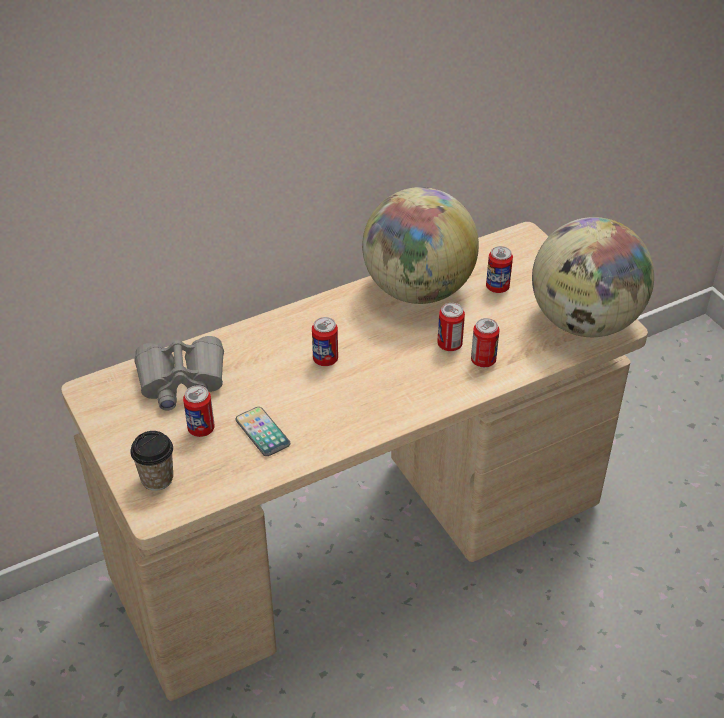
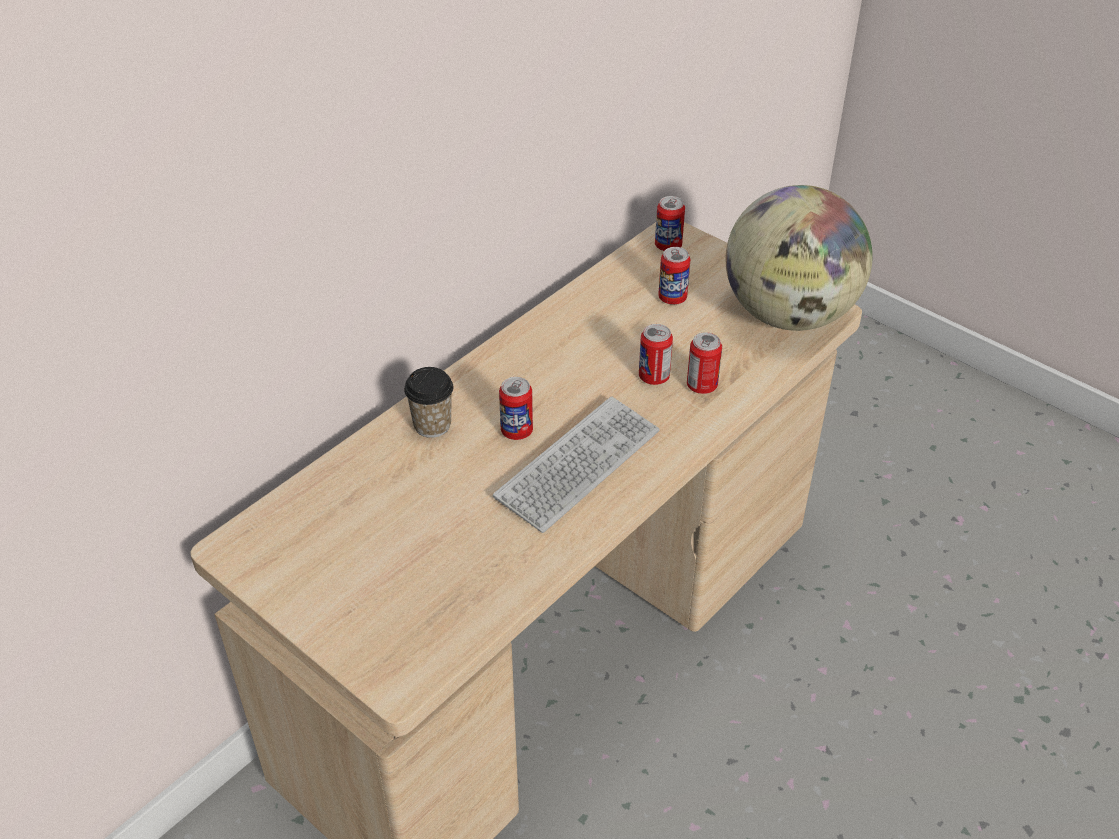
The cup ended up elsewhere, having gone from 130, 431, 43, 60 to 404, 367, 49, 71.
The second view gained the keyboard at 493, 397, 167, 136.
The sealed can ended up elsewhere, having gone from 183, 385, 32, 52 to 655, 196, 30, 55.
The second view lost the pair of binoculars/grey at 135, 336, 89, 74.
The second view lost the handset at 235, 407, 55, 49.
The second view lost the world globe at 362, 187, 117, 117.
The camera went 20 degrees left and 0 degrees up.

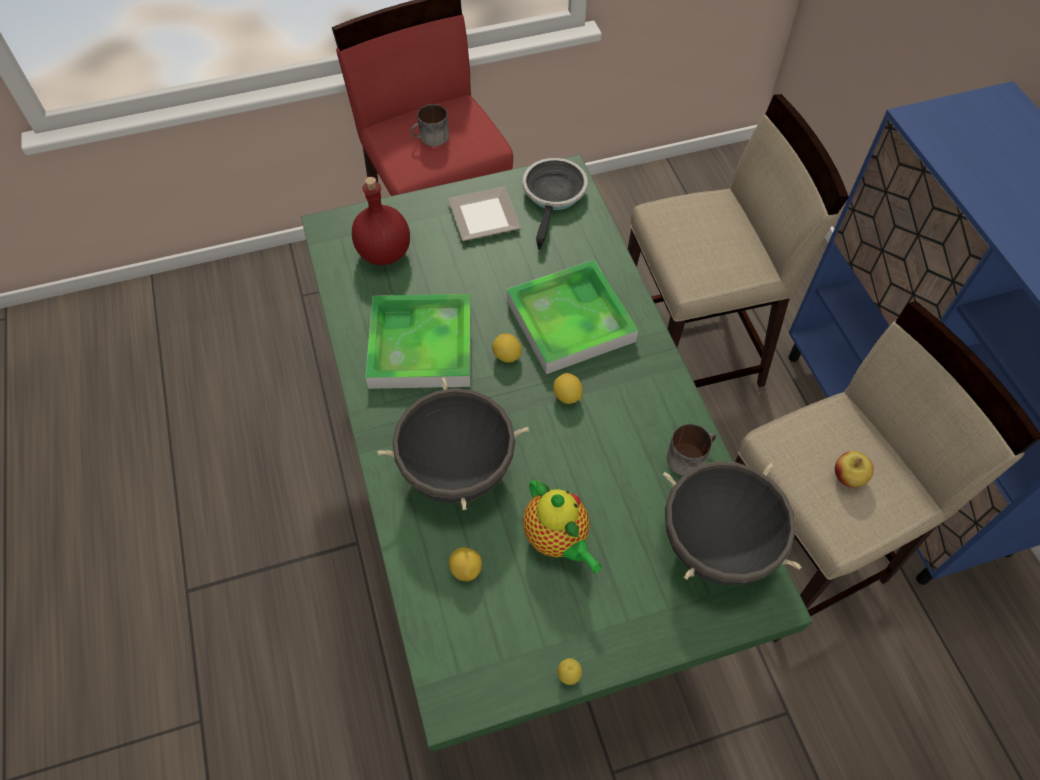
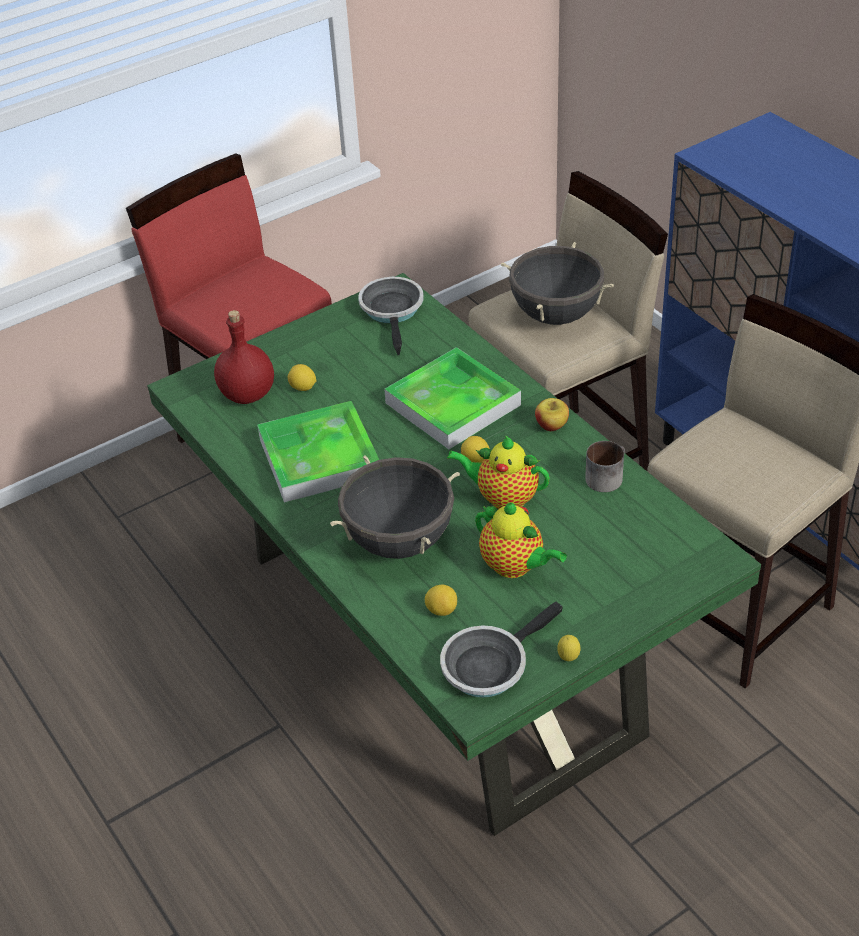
The citrus fruit ended up elsewhere, having gone from 492, 333, 30, 30 to 288, 364, 28, 27.
The second view gained the skillet at 440, 602, 123, 96.
The second view gained the pot for tea at 447, 435, 103, 74.
The stockpot/black-coloured ended up elsewhere, having gone from 663, 461, 138, 125 to 501, 242, 113, 83.
The apple ended up elsewhere, having gone from 835, 451, 39, 37 to 535, 398, 34, 33.
The second view lost the mug at 410, 104, 39, 42.
The second view lost the plate at 448, 187, 73, 54.
The camera went 15 degrees left and 15 degrees down.

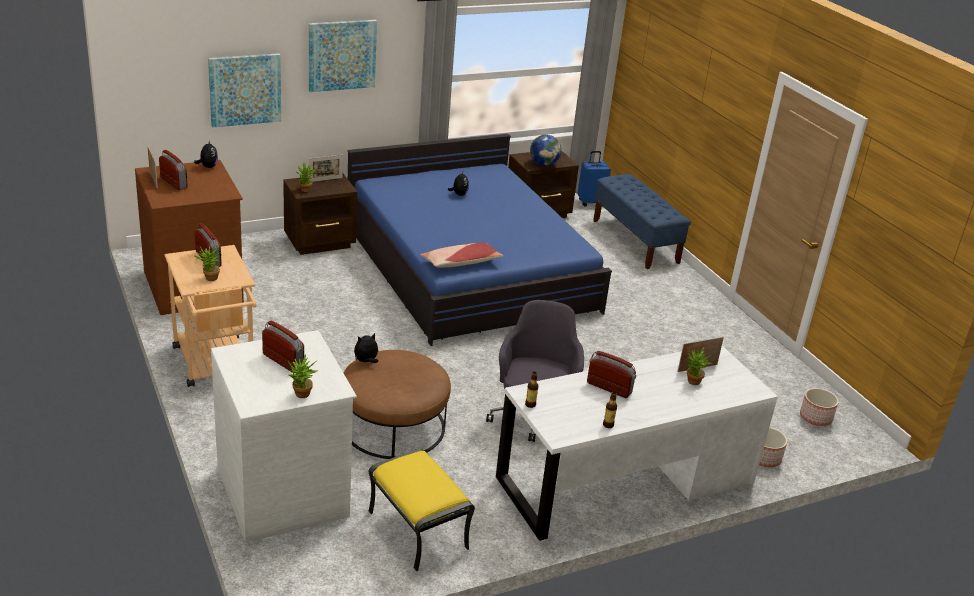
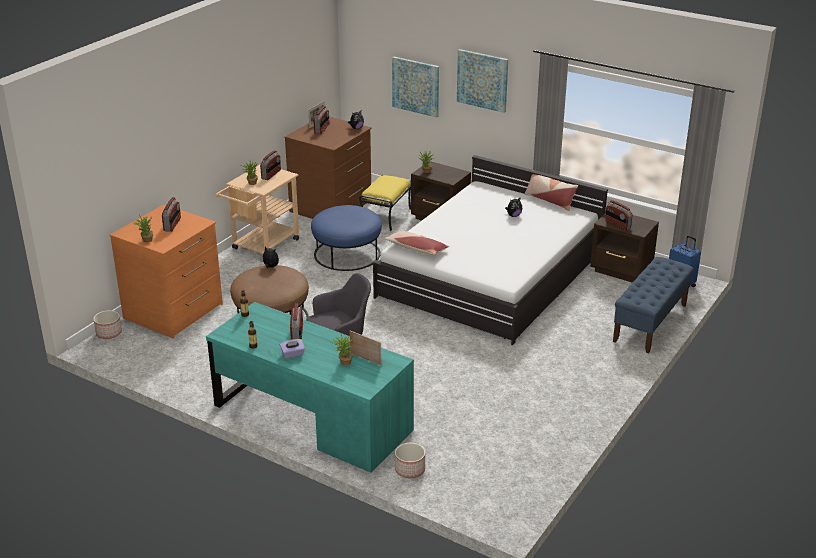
The planter ended up elsewhere, having gone from 800, 388, 39, 38 to 93, 310, 29, 29.
What was the dresser/whitish at 211, 330, 146, 212 turned into the dresser/orange at 110, 204, 113, 135.
What was the desk unit/whitish at 496, 346, 282, 195 turned into the desk unit/turquoise-coloured at 206, 302, 208, 171.
The second view gained the tissue holder/purple-coloured at 280, 339, 25, 20.
The second view gained the ottoman/blue at 311, 205, 71, 66.
The ottoman/yellowish ended up elsewhere, having gone from 369, 449, 106, 122 to 359, 175, 52, 56.
What was the sleeping bed/blue at 347, 134, 265, 212 turned into the sleeping bed/whitish at 372, 155, 236, 191.
The second view gained the cushion at 525, 170, 53, 41.
Where the world globe stood at 530, 135, 31, 31, the radio receiver came to stand at 605, 200, 28, 31.
The second view lost the standing frame at 309, 155, 34, 27.
The camera went 60 degrees right and 0 degrees up.

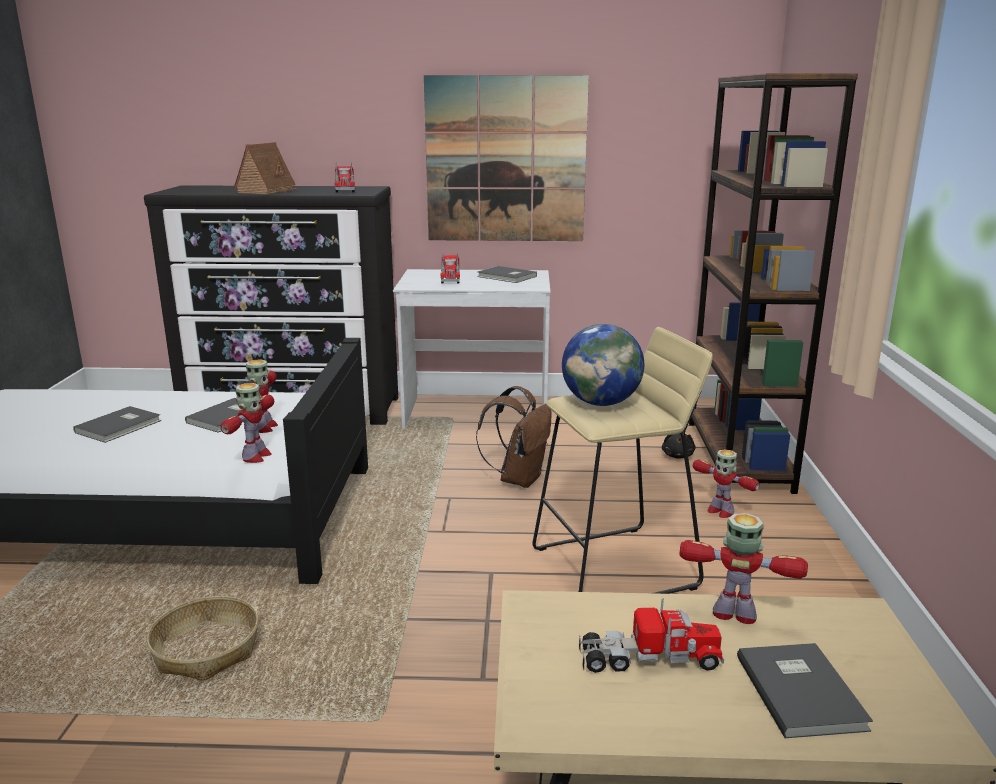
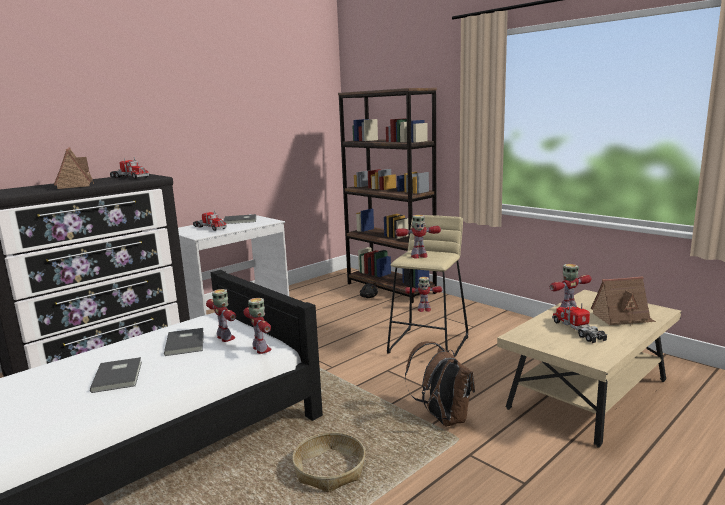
Where the world globe stood at 562, 324, 82, 82, the robot figure came to stand at 395, 215, 46, 44.
The rucksack/brown-coloured ended up elsewhere, having gone from 476, 386, 76, 102 to 405, 341, 70, 85.
The toy truck at 579, 598, 145, 75 ended up facing another way, 60 degrees counterclockwise from before.
Where the bound book/grey stood at 737, 643, 136, 95, the miniature house came to stand at 591, 277, 65, 49.
The second view lost the picture at 424, 75, 165, 166.
The camera went 45 degrees left and 5 degrees down.

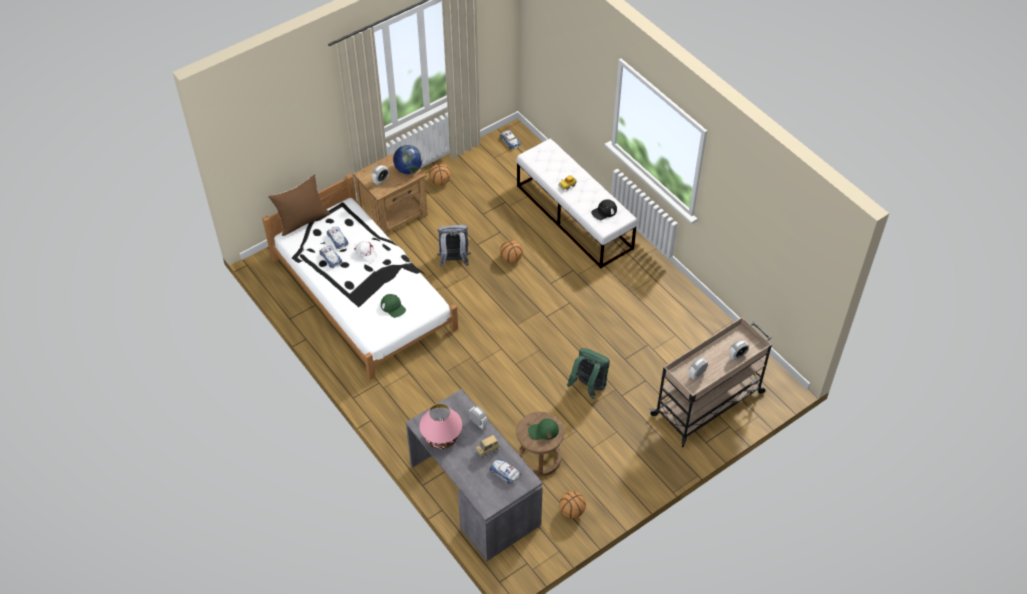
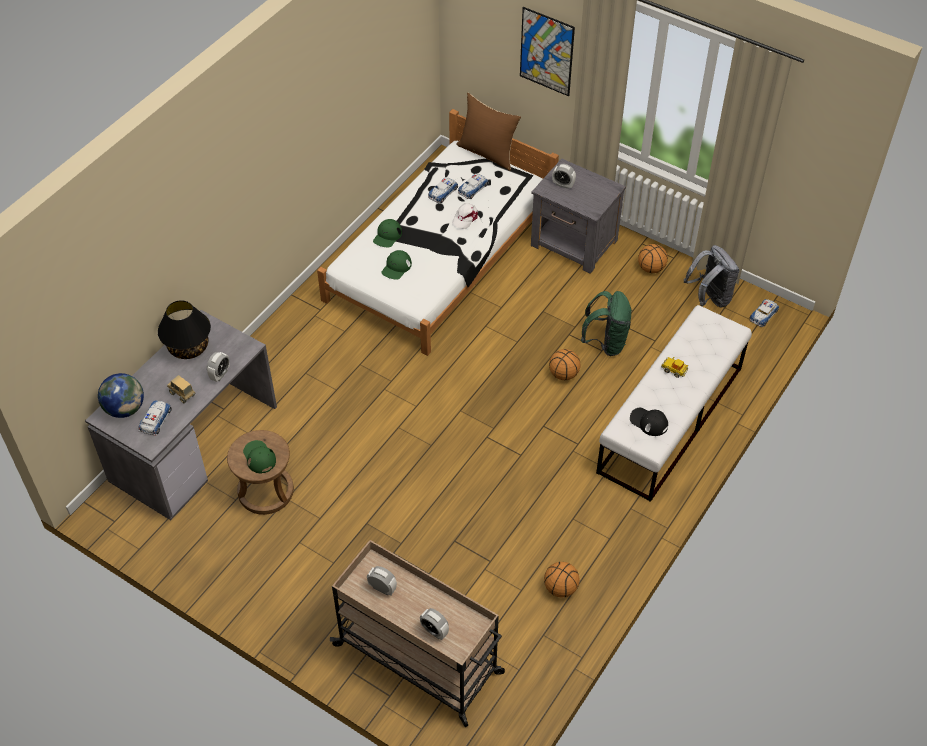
The world globe ended up elsewhere, having gone from 393, 145, 29, 29 to 98, 373, 46, 45.
What was the tabletop lamp/pink at 419, 403, 43, 46 turned into the tabletop lamp/black-coloured at 158, 300, 53, 59.
The second view gained the peaked cap/greenish at 373, 219, 29, 29.
The second view gained the picture at 520, 7, 55, 89.
What was the nightstand/brown-coloured at 353, 153, 75, 83 turned into the nightstand/grey at 531, 159, 95, 115.
The ball for basketball ended up elsewhere, having gone from 559, 491, 27, 27 to 544, 562, 36, 35.
The rucksack/greenish ended up elsewhere, having gone from 567, 348, 43, 51 to 581, 291, 51, 65.
The rucksack/grey ended up elsewhere, having gone from 437, 225, 34, 42 to 684, 245, 56, 63.
The camera went 70 degrees right and 0 degrees up.

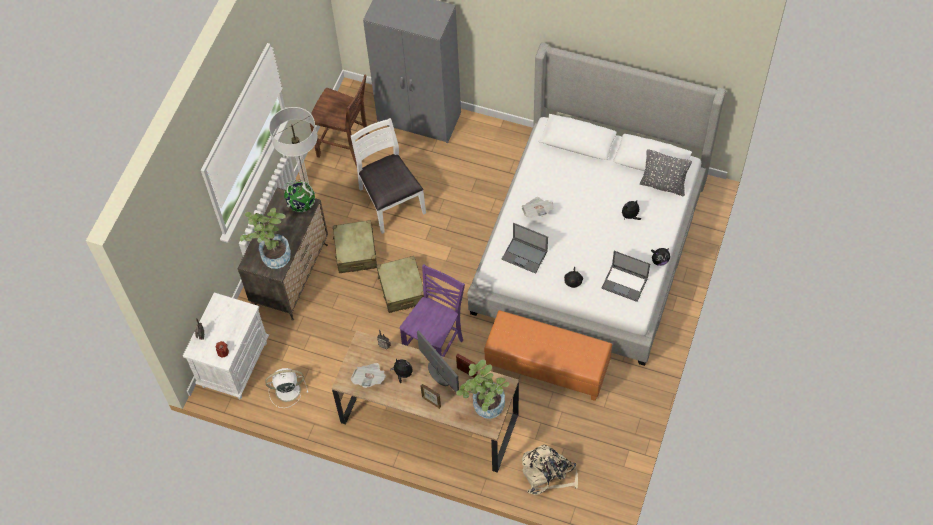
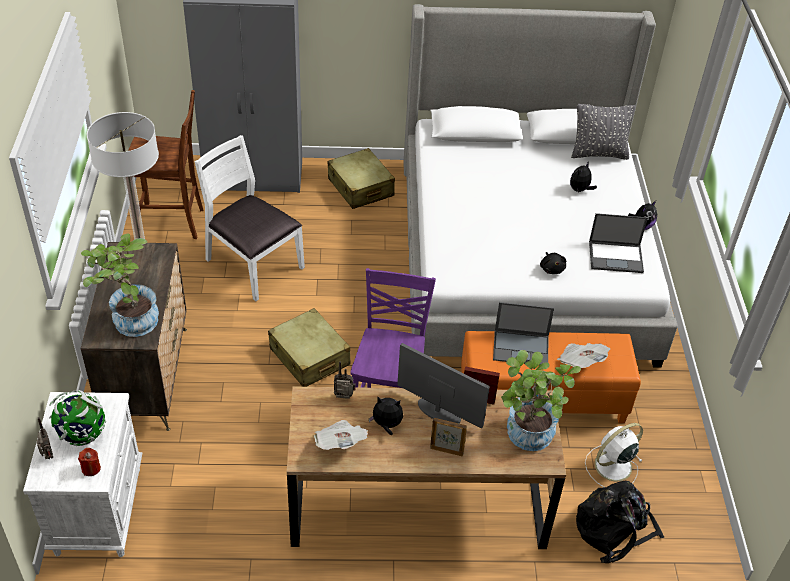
The world globe ended up elsewhere, having gone from 284, 180, 31, 32 to 49, 390, 57, 56.
The travel case/beige ended up elsewhere, having gone from 333, 220, 44, 53 to 328, 148, 67, 61.
The laptop ended up elsewhere, having gone from 501, 223, 47, 51 to 493, 302, 61, 63.
The newspaper ended up elsewhere, having gone from 522, 197, 32, 21 to 557, 343, 53, 25.
What was the rucksack/beige at 522, 444, 56, 51 turned into the rucksack/black-coloured at 576, 481, 88, 82.
The fan/whitish ended up elsewhere, having gone from 265, 368, 43, 40 to 585, 423, 58, 64.
The camera went 25 degrees left and 15 degrees down.

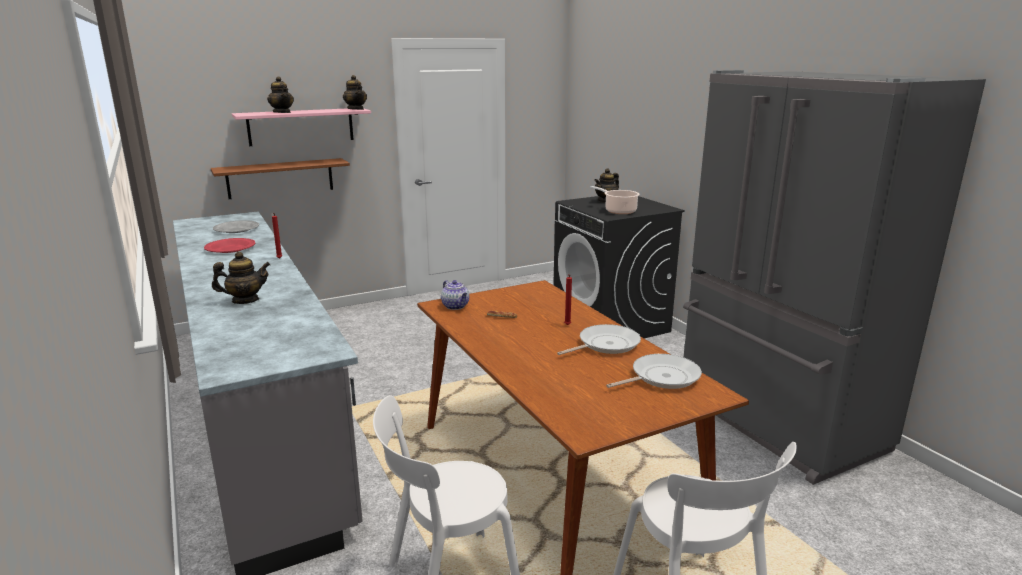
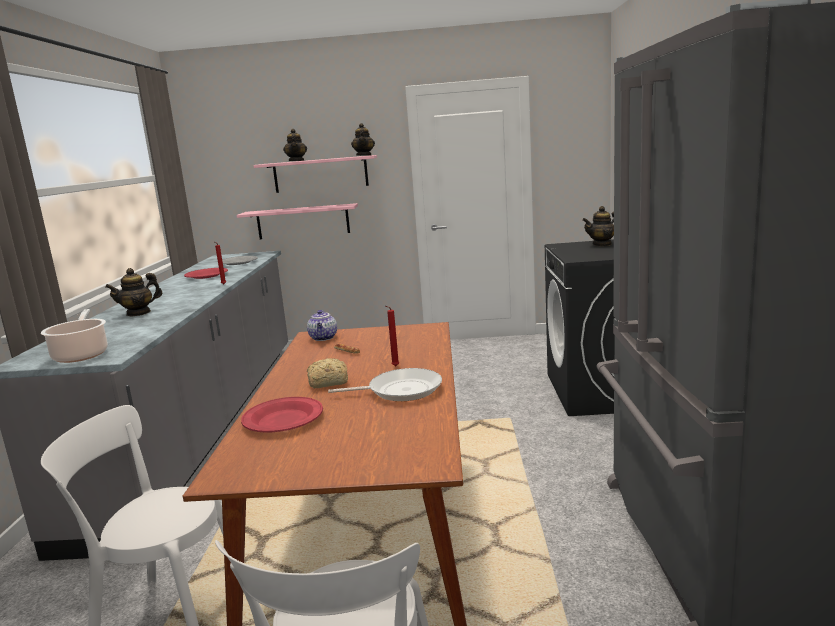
The stockpot ended up elsewhere, having gone from 590, 186, 50, 28 to 41, 309, 67, 54.
The pot for tea at 212, 251, 58, 53 ended up facing another way, 135 degrees clockwise from before.
What was the bracket shelf/brown-coloured at 211, 158, 139, 41 turned into the bracket shelf/pink at 237, 203, 121, 36.
The second view gained the plate/reddish at 241, 397, 82, 35.
The second view gained the bakery bread at 307, 358, 41, 30.
The second view lost the skillet at 606, 354, 96, 35.
The camera went 30 degrees right and 5 degrees down.

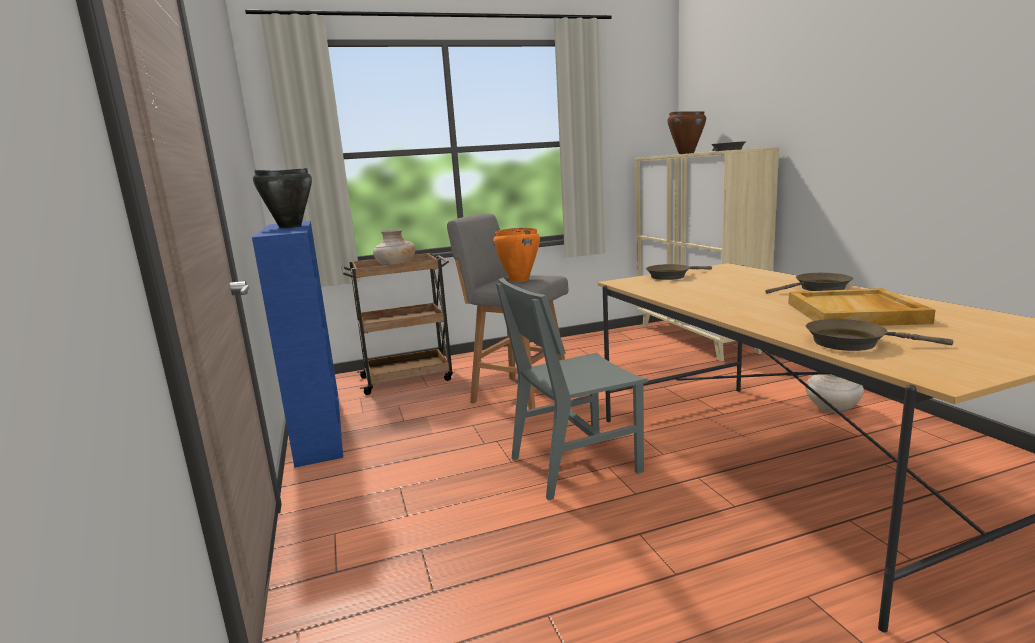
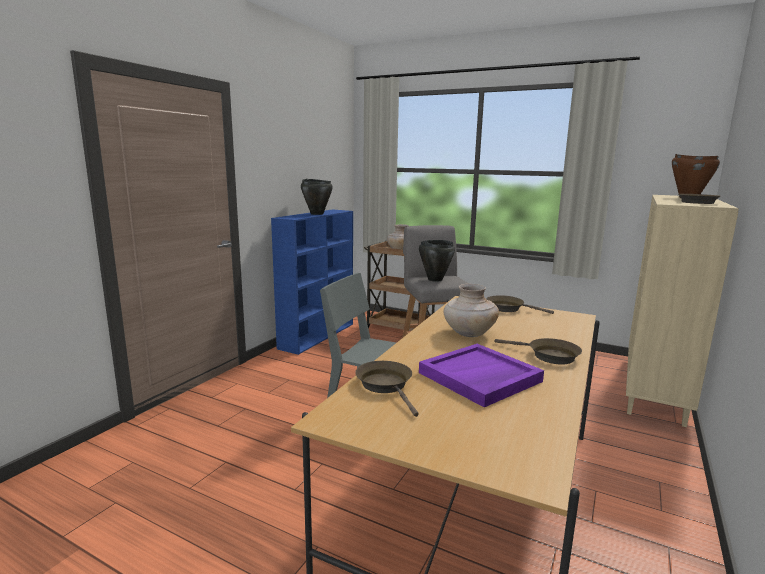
What was the stockpot/orange at 493, 228, 47, 54 turned into the stockpot/black-coloured at 419, 240, 36, 42.
What was the tray/beige at 788, 288, 148, 38 turned into the tray/purple-coloured at 419, 344, 125, 63.
The vase/beige ended up elsewhere, having gone from 805, 374, 59, 39 to 444, 284, 55, 53.
The camera went 45 degrees right and 0 degrees up.

